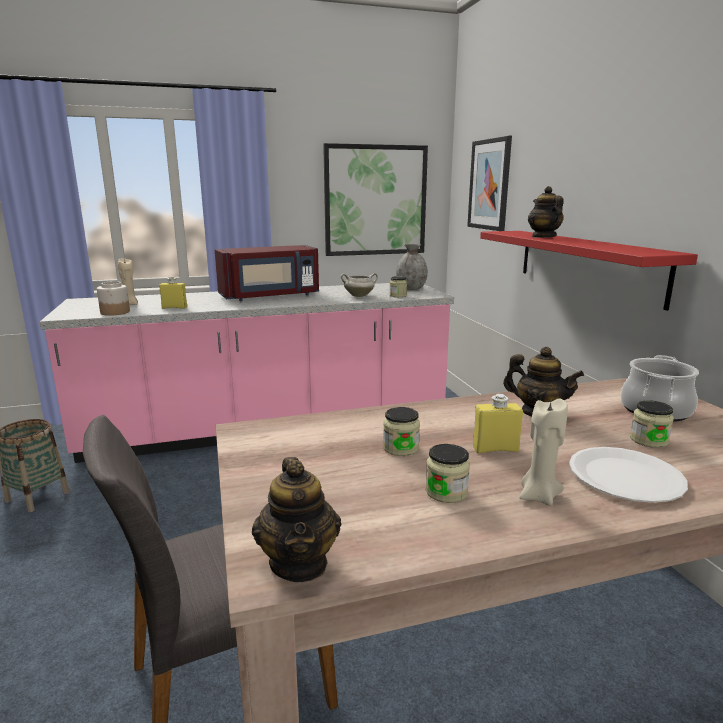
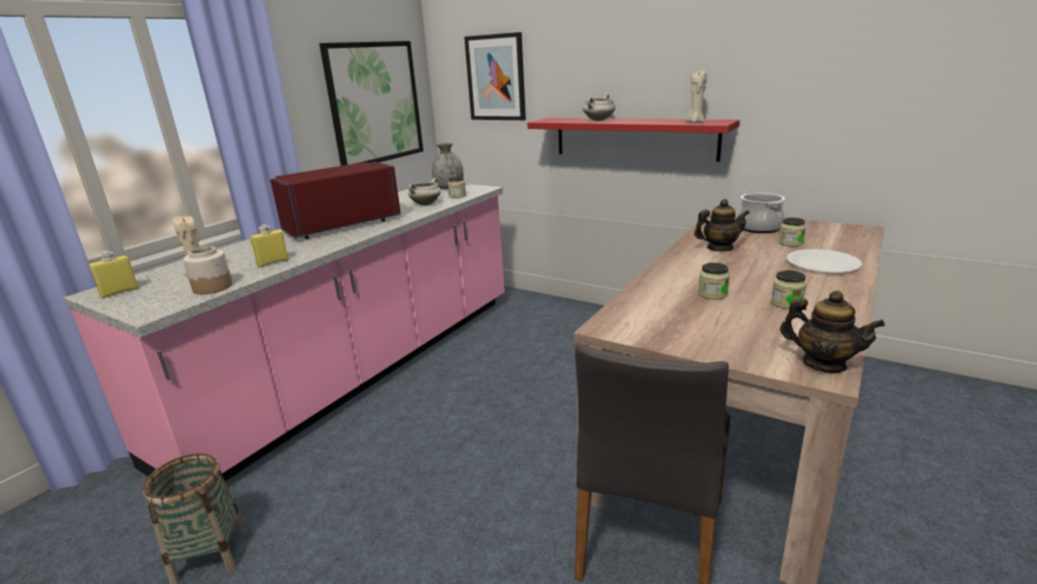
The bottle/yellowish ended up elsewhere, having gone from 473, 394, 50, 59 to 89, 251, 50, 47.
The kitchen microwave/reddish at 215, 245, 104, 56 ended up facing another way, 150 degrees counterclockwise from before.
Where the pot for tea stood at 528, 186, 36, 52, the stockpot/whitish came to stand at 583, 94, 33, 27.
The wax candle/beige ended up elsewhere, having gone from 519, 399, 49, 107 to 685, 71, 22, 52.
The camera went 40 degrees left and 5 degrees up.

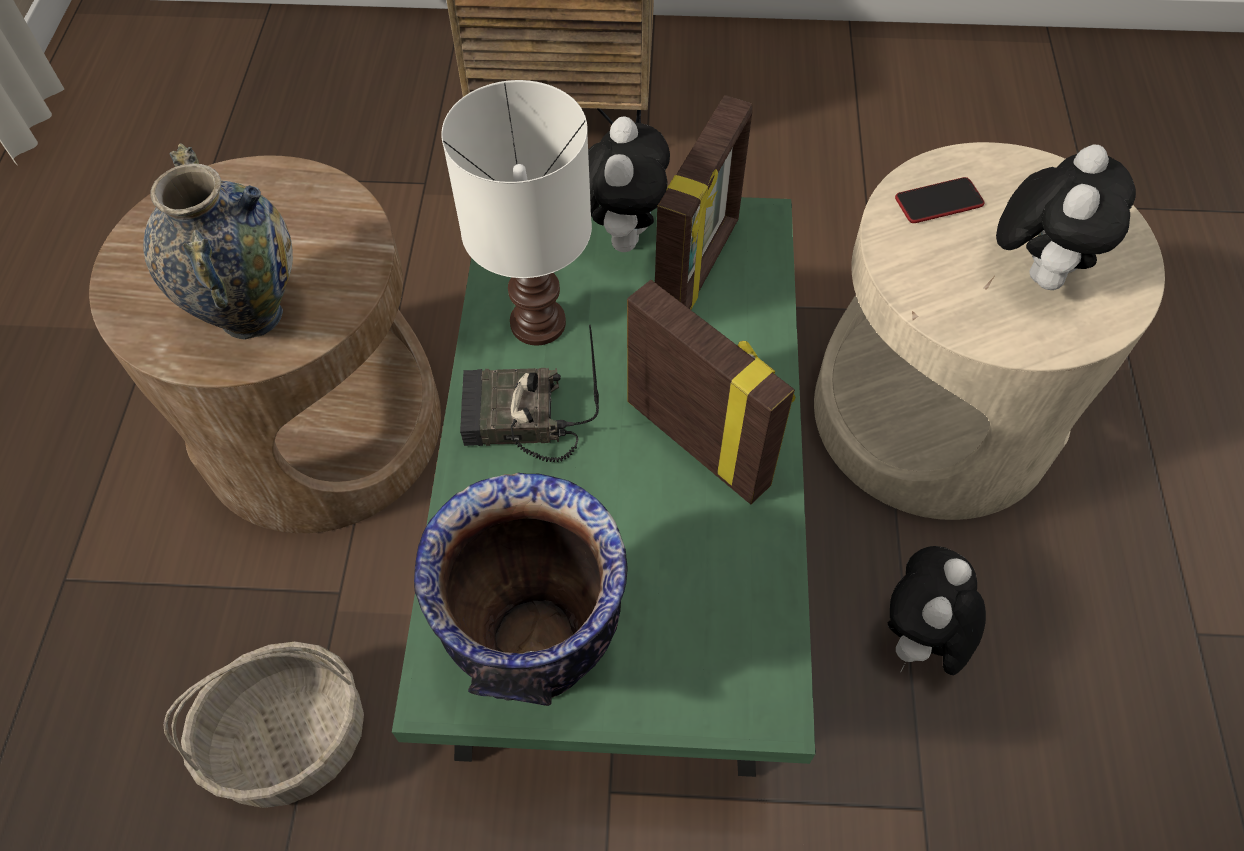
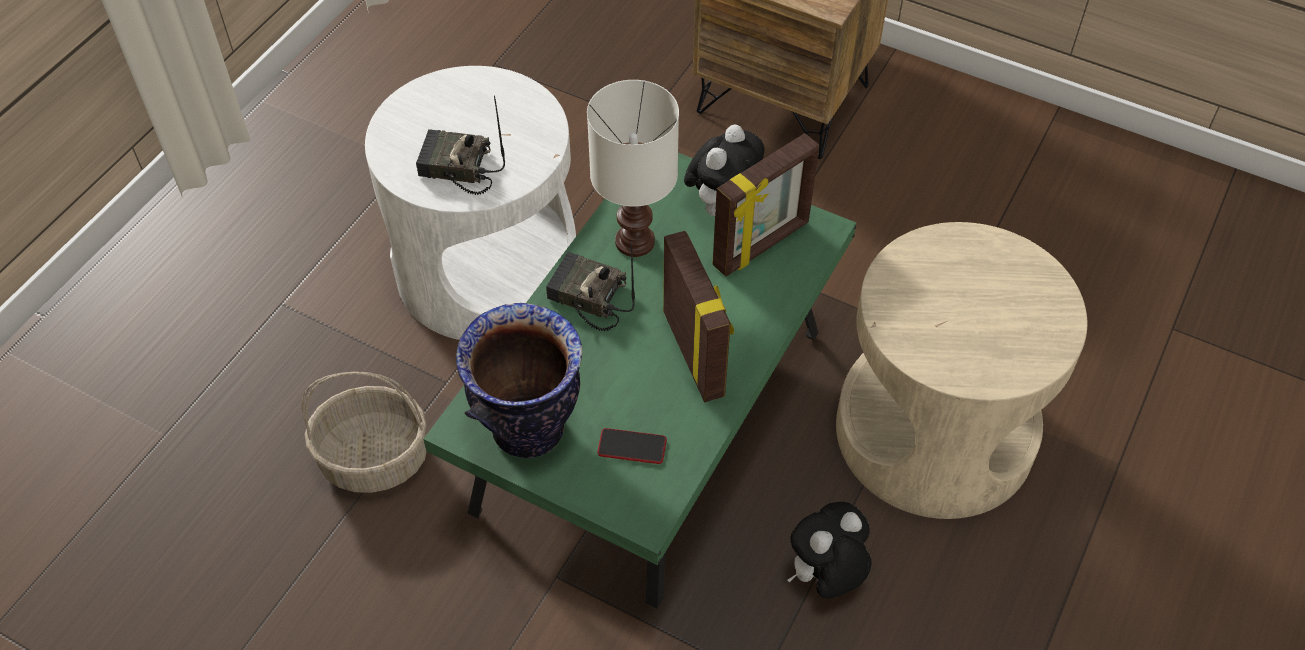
What was the side table/brown-coloured at 89, 156, 352, 377 turned into the side table/whitish at 365, 66, 211, 274.
Where the vase stood at 143, 143, 150, 197, the radio receiver came to stand at 416, 95, 89, 100.
The handset ended up elsewhere, having gone from 895, 177, 89, 46 to 597, 428, 70, 36.
The second view lost the soft toy at 996, 144, 140, 146.
The camera went 25 degrees right and 5 degrees down.

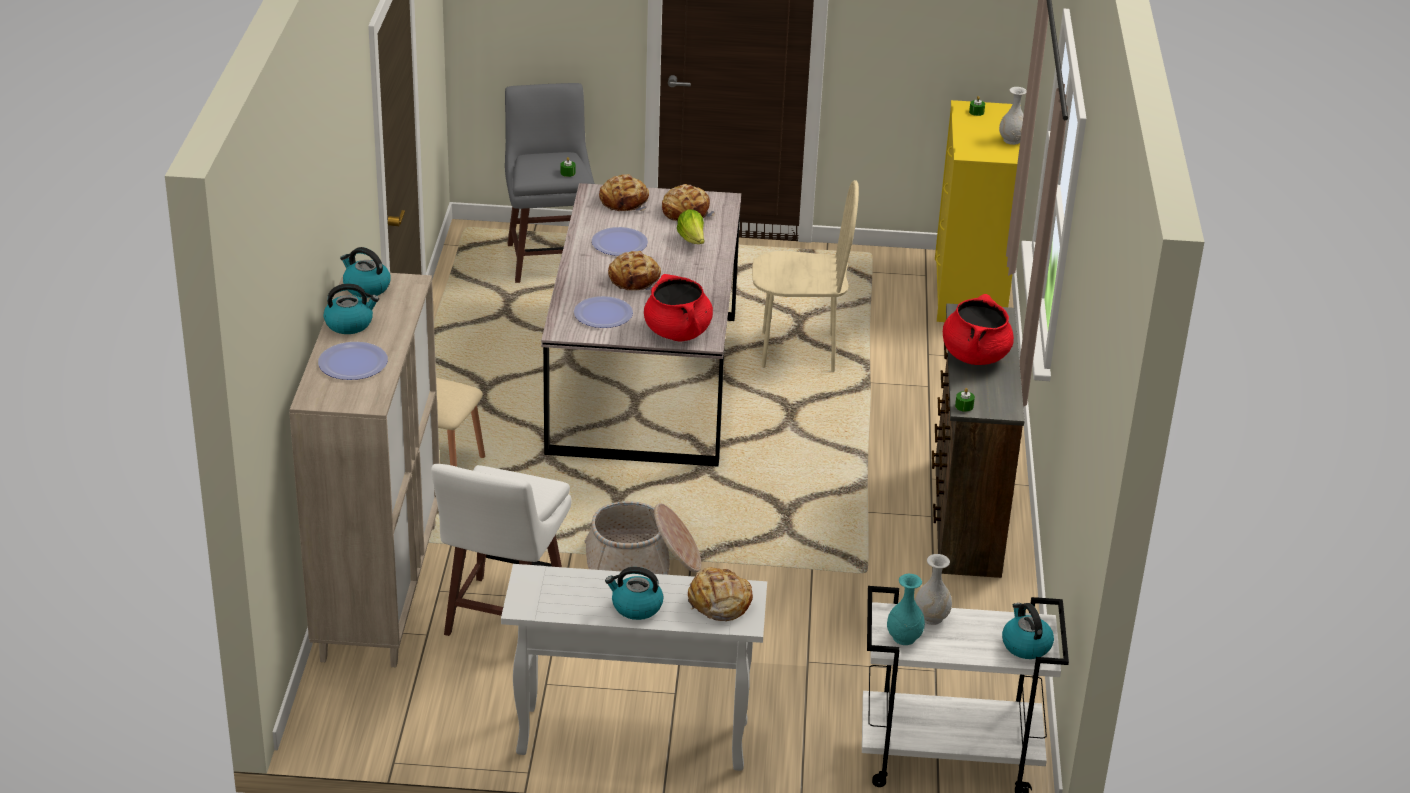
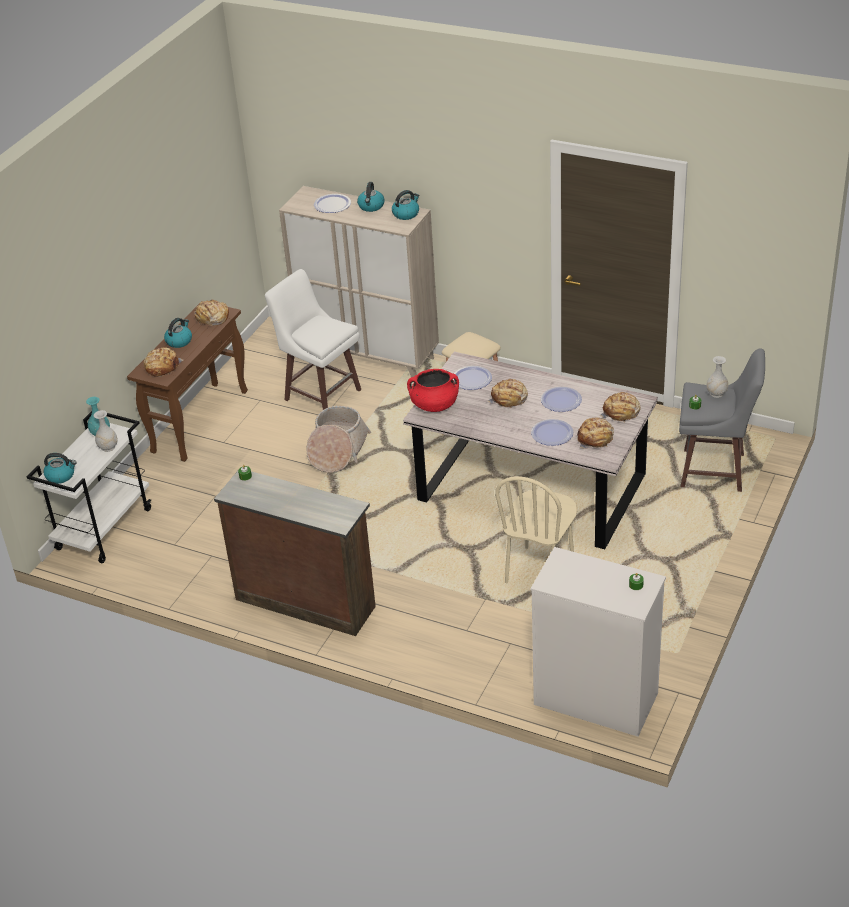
What was the narrow table/whitish at 501, 564, 266, 207 turned into the narrow table/brown-coloured at 127, 301, 121, 161.
The second view gained the bakery bread at 194, 300, 35, 26.
Where the lettuce head stood at 677, 209, 28, 35, the plate came to stand at 531, 419, 42, 27.
What was the dresser/yellowish at 935, 100, 85, 222 turned into the dresser/whitish at 531, 547, 135, 190.
The vase/whitish ended up elsewhere, having gone from 999, 87, 28, 58 to 706, 356, 22, 42.
The second view lost the stockpot/reddish at 943, 294, 71, 71.
The camera went 115 degrees right and 5 degrees up.

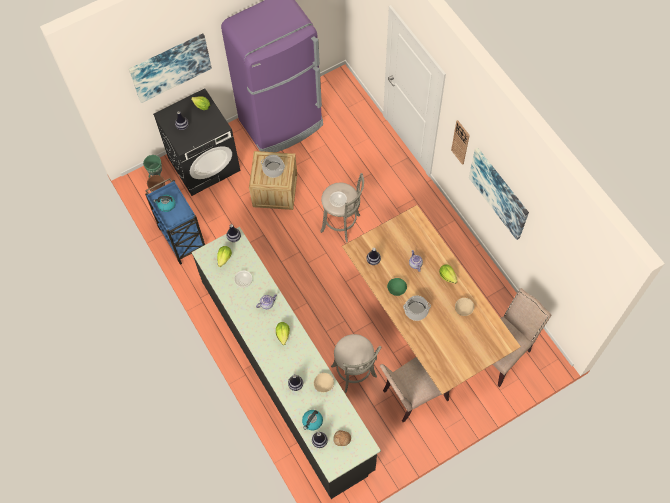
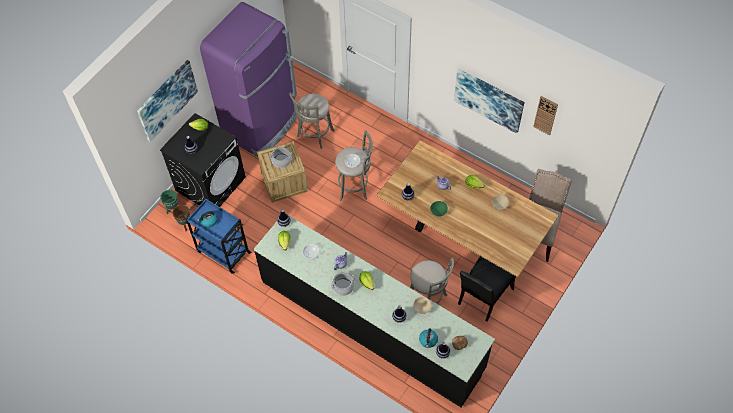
The second view gained the sitting stool/grey at 289, 92, 46, 57.
The stockpot ended up elsewhere, having gone from 403, 296, 28, 25 to 331, 272, 24, 24.
What was the plain chair/beige at 380, 357, 70, 65 turned into the plain chair/black-coloured at 458, 256, 58, 66.
The wall clock ended up elsewhere, having gone from 451, 120, 19, 45 to 533, 96, 25, 39.
The camera went 25 degrees left and 5 degrees down.

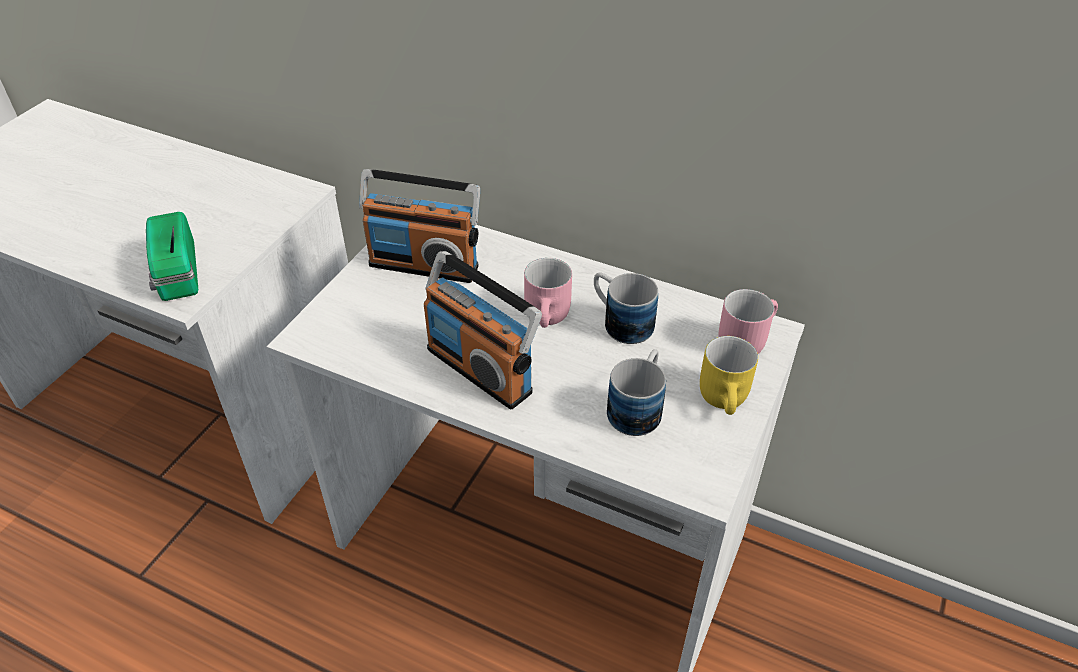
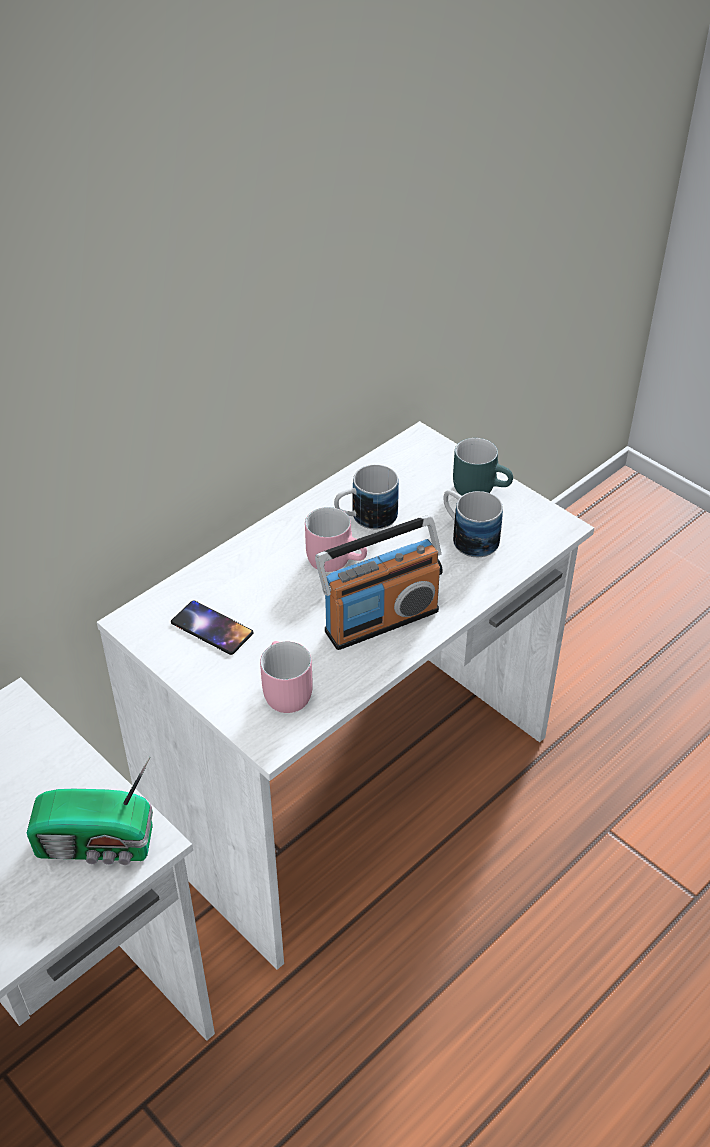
Where the radio receiver stood at 359, 169, 121, 114, the handset came to stand at 171, 600, 83, 55.
The mug/pink ended up elsewhere, having gone from 719, 289, 59, 65 to 260, 641, 53, 72.
What was the mug/yellowish at 700, 336, 58, 79 turned into the mug/turquoise-coloured at 453, 438, 60, 58.
The camera went 70 degrees left and 0 degrees up.

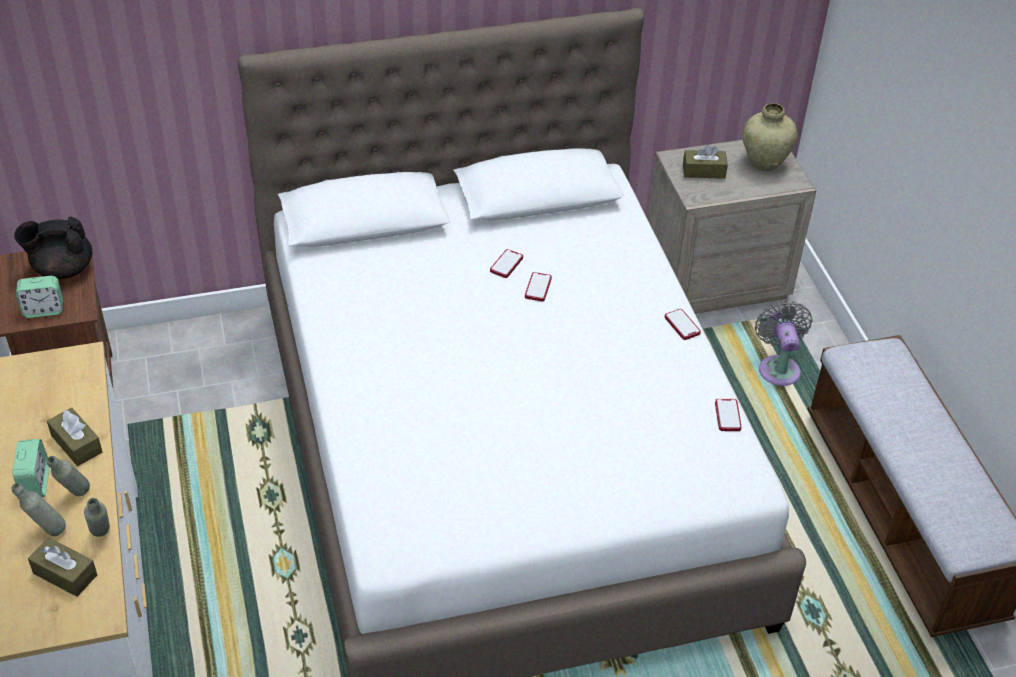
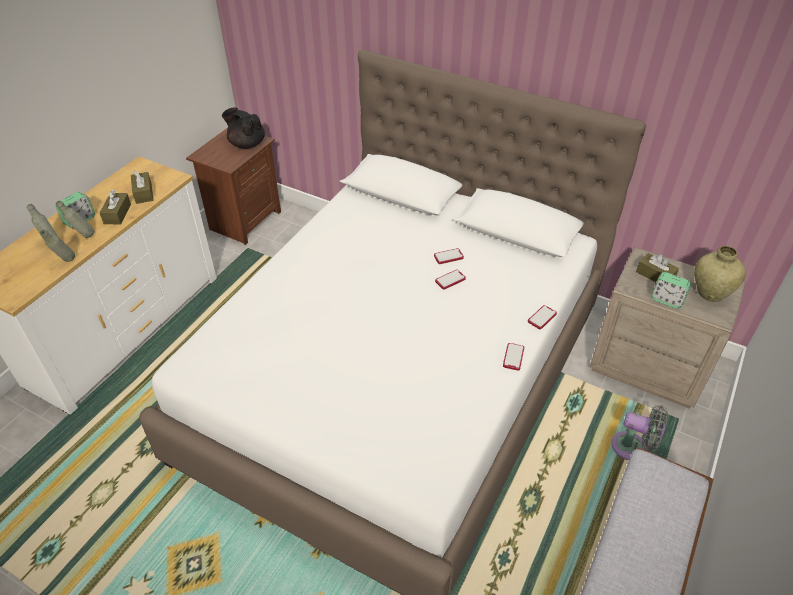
The tissue holder/brown-coloured ended up elsewhere, having gone from 28, 538, 69, 59 to 131, 171, 23, 33.
The handset ended up elsewhere, having gone from 715, 399, 27, 32 to 528, 305, 29, 24.
The fan/grey at 755, 301, 57, 85 ended up facing another way, 75 degrees clockwise from before.
The table clock ended up elsewhere, having gone from 16, 276, 47, 42 to 651, 272, 40, 37.
The camera went 45 degrees right and 0 degrees up.

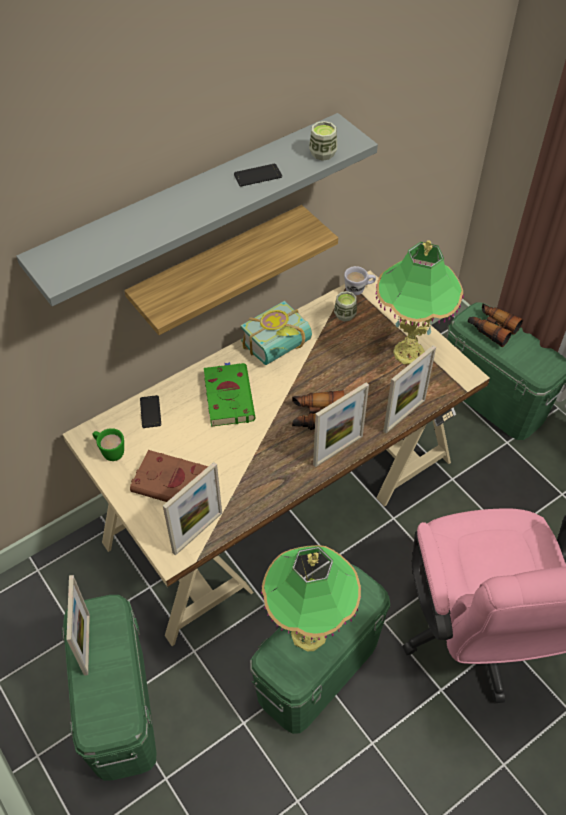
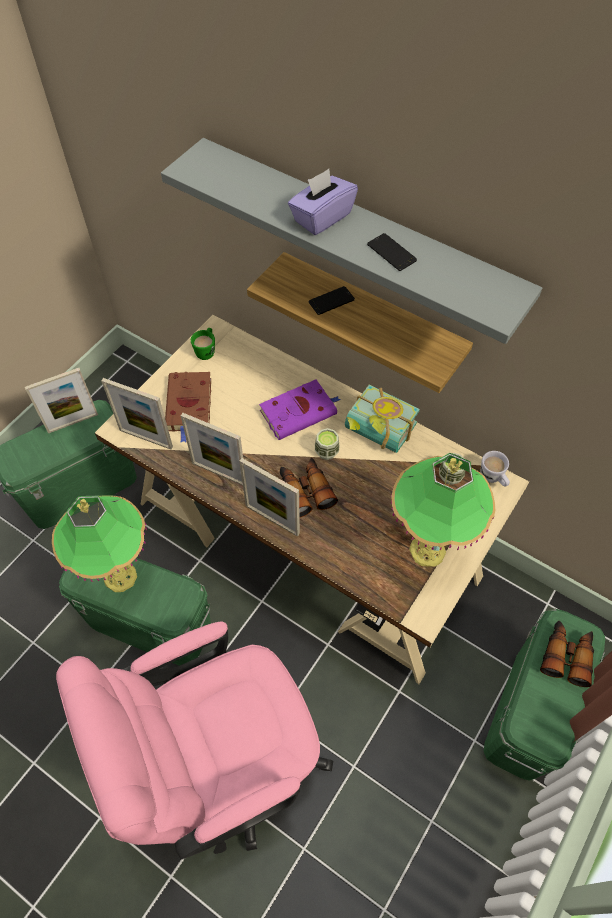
The standing frame ended up elsewhere, having gone from 383, 345, 53, 88 to 181, 413, 62, 72.
What was the bound book/greenish at 204, 362, 51, 65 turned into the bound book/purple-coloured at 259, 379, 81, 61.
The second view gained the tissue holder/purple-coloured at 288, 169, 70, 66.
The handset ended up elsewhere, having gone from 140, 395, 21, 33 to 309, 286, 46, 29.
The cup ended up elsewhere, having gone from 309, 121, 28, 40 to 315, 428, 24, 32.
The camera went 70 degrees right and 5 degrees up.

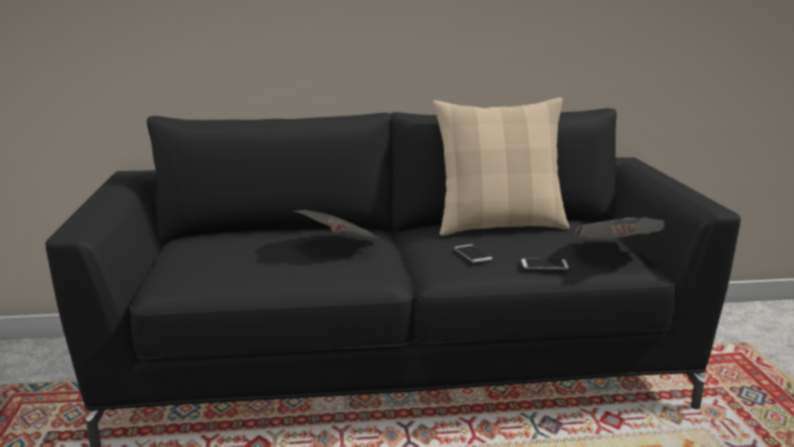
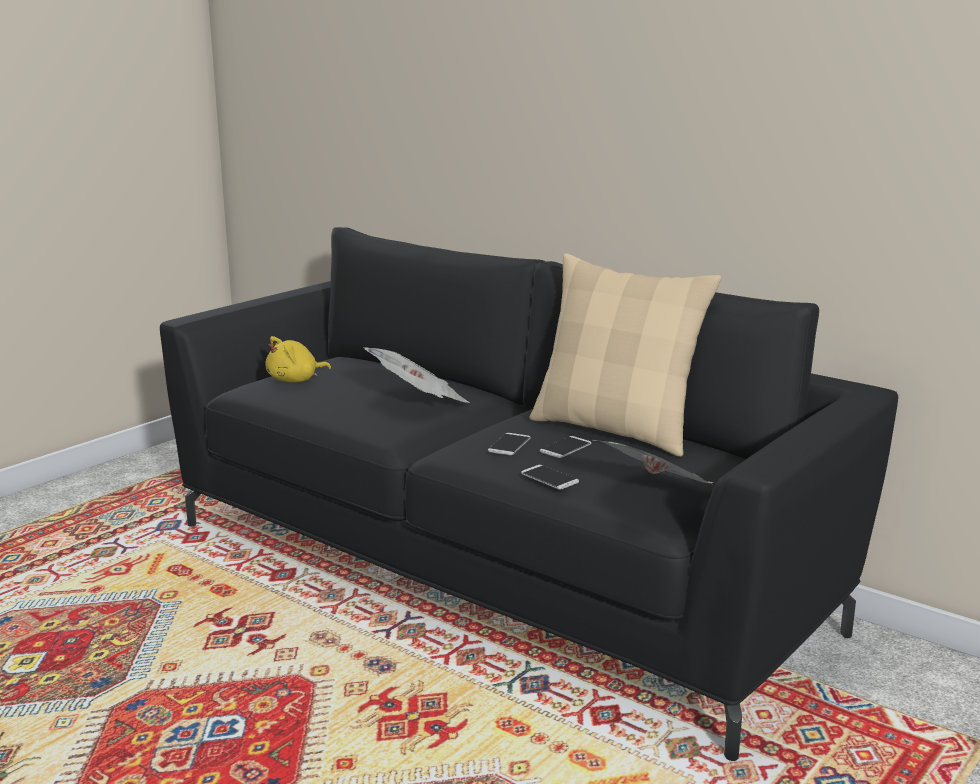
The second view gained the soft toy/yellowish at 265, 336, 66, 46.
The second view gained the handset at 540, 436, 51, 22.
The camera went 45 degrees right and 0 degrees up.

